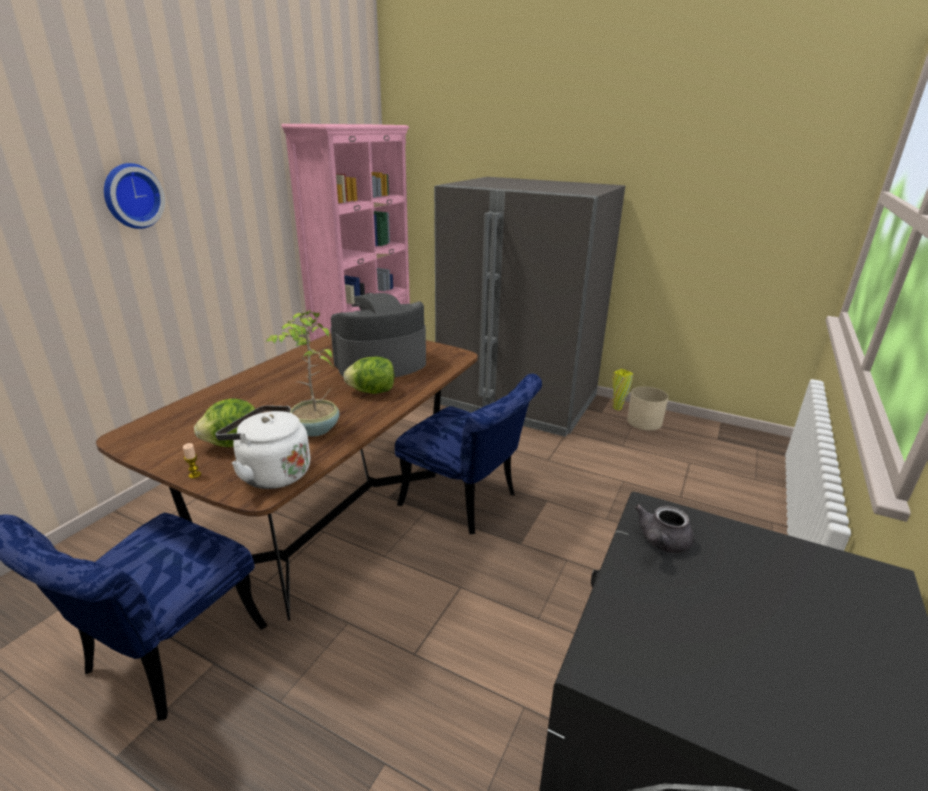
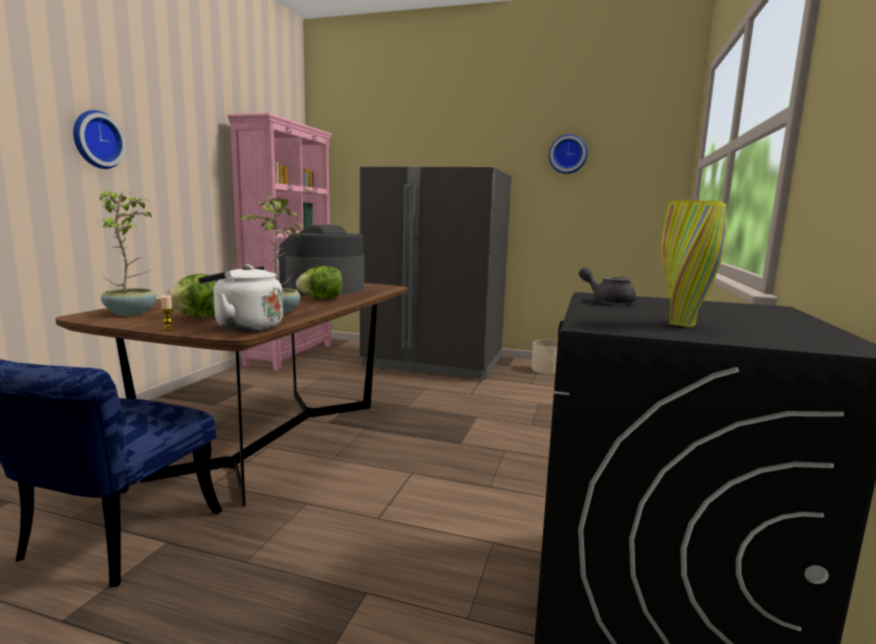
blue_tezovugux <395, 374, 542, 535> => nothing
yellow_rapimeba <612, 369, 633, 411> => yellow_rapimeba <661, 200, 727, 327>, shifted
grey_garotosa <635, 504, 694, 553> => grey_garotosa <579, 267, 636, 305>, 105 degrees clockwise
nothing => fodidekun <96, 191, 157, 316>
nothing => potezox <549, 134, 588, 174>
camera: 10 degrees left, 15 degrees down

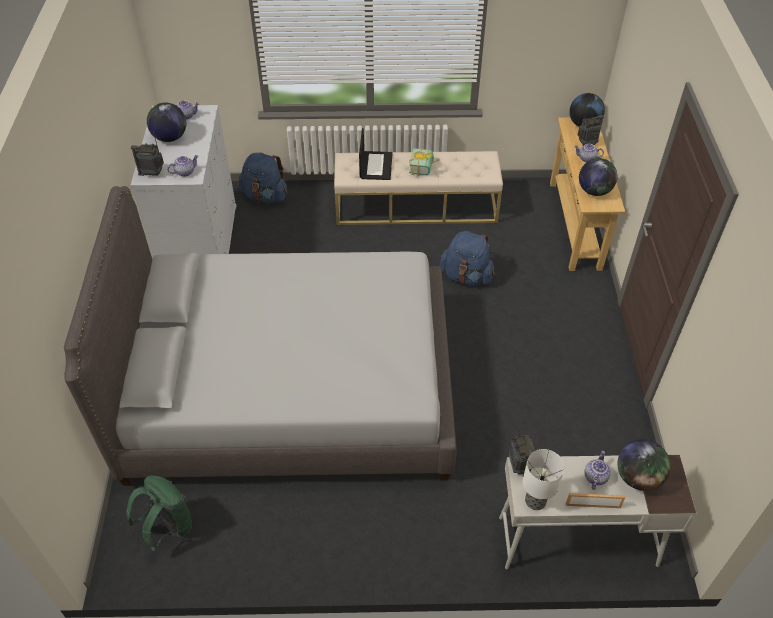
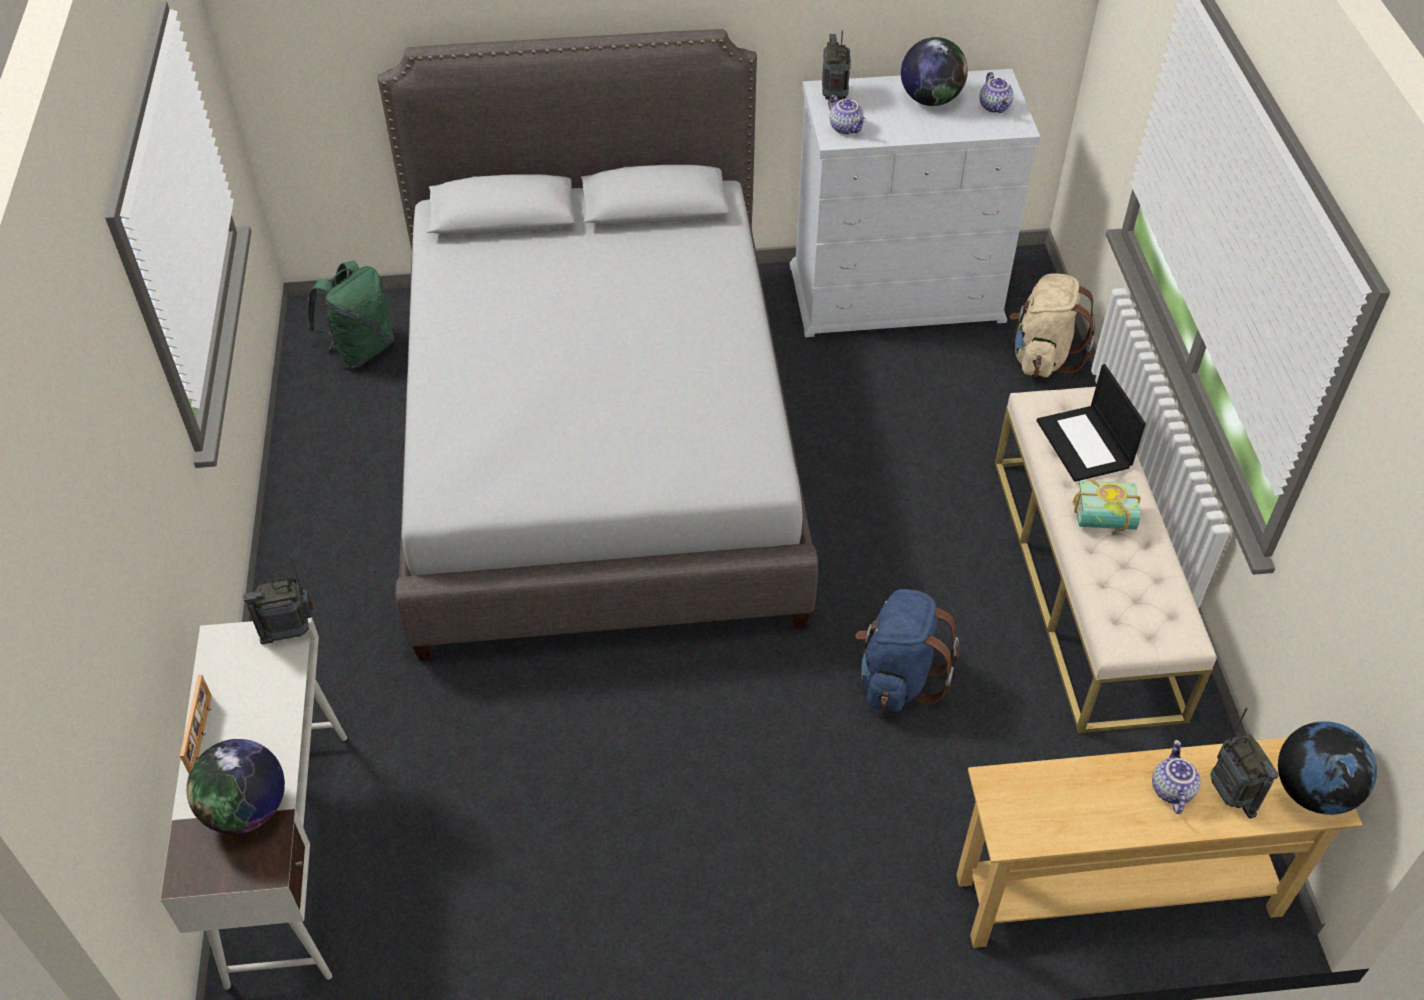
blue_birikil <239, 153, 288, 203> => beige_birikil <1010, 273, 1095, 377>
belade <359, 128, 393, 180> => belade <1037, 364, 1146, 482>, 75 degrees clockwise
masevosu <523, 449, 564, 510> => nothing
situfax <579, 158, 617, 196> => nothing
garotosa <584, 451, 611, 490> => nothing
camera: 85 degrees right, 0 degrees up

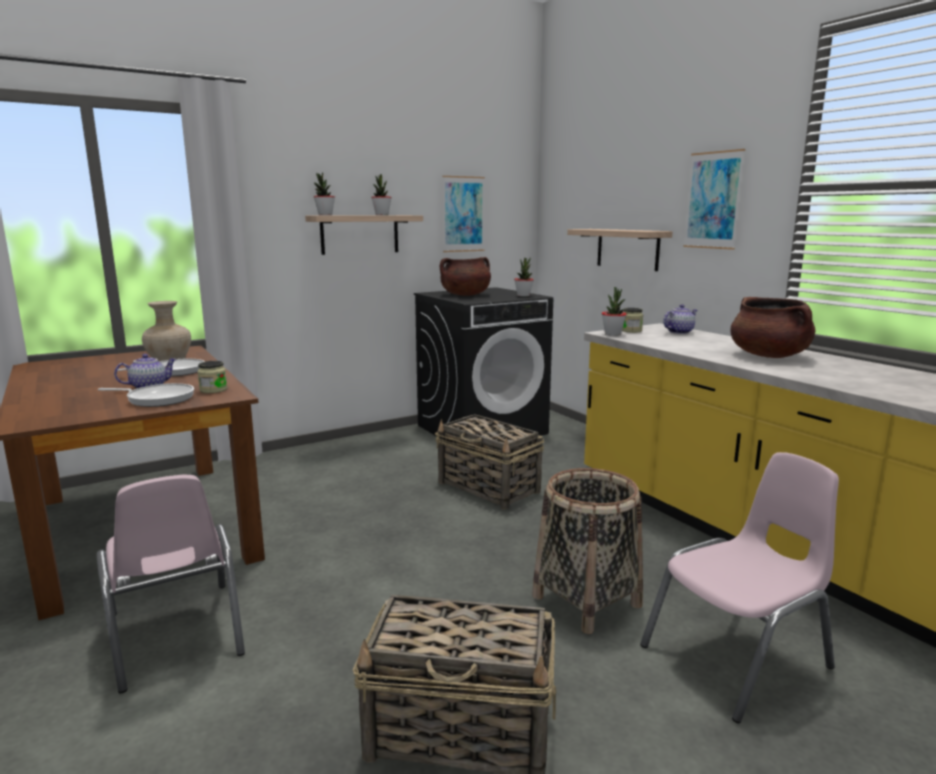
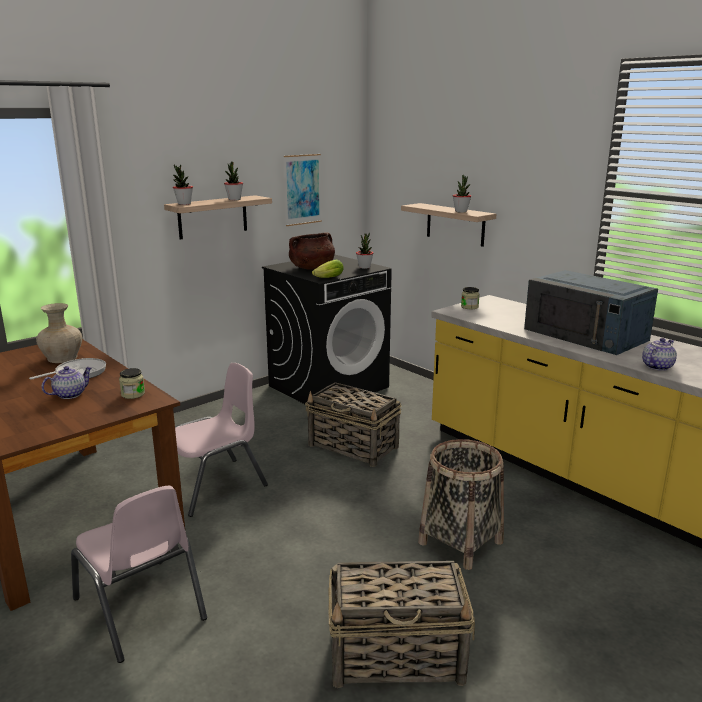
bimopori <98, 383, 194, 407> => nothing
fodidekun <602, 287, 627, 336> => fodidekun <452, 175, 471, 213>, shifted
pink_tezovugux <640, 452, 839, 723> => pink_tezovugux <175, 363, 268, 517>, shifted
garotosa <663, 304, 698, 334> => garotosa <642, 338, 677, 371>, shifted
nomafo <683, 149, 745, 250> => nothing
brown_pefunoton <730, 297, 816, 358> => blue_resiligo <524, 270, 658, 355>
nothing => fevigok <312, 260, 344, 278>
camera: 10 degrees left, 5 degrees up

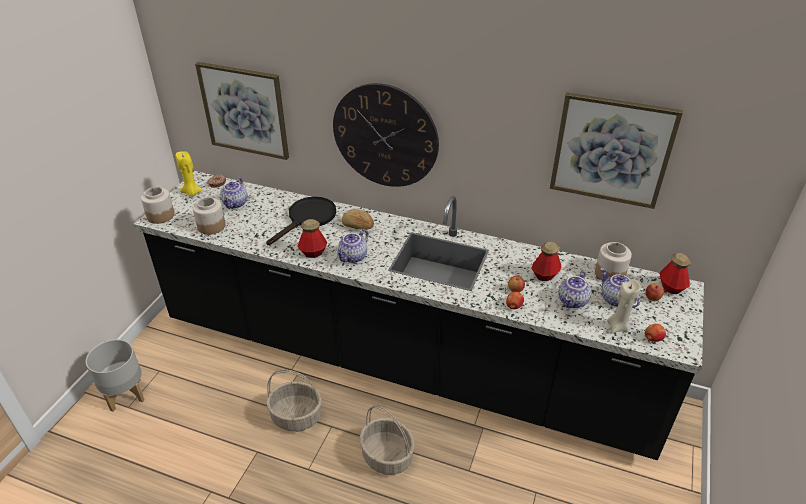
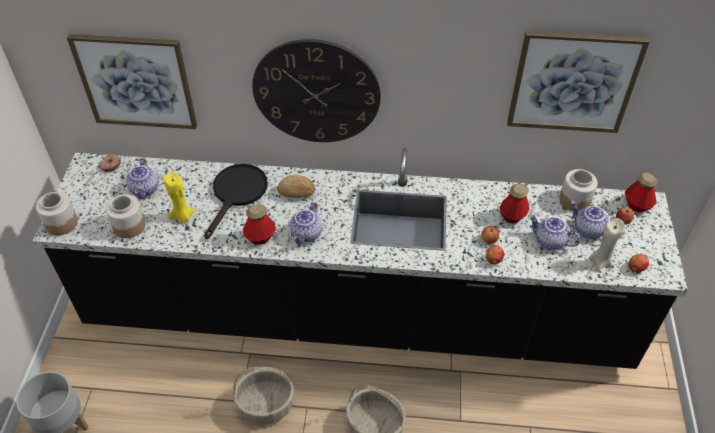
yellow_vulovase <176, 151, 203, 197> => yellow_vulovase <164, 173, 195, 223>, shifted
garotosa <558, 271, 591, 308> => garotosa <529, 215, 580, 250>, 105 degrees clockwise
camera: 15 degrees left, 10 degrees up

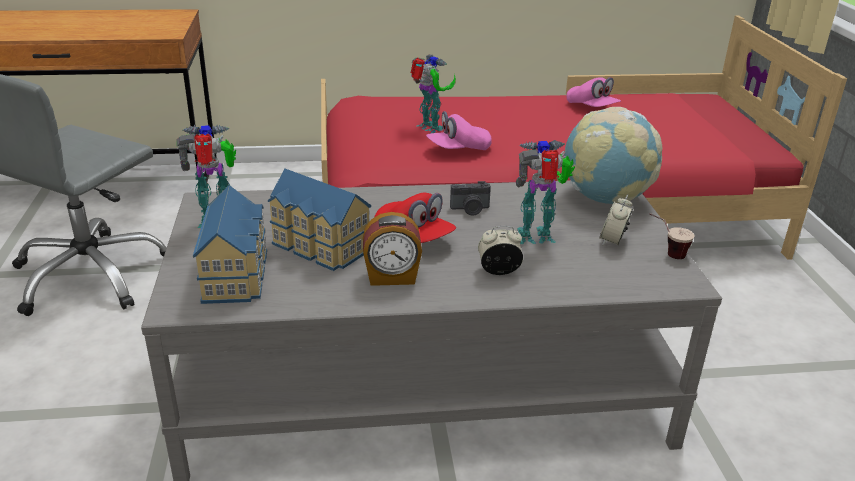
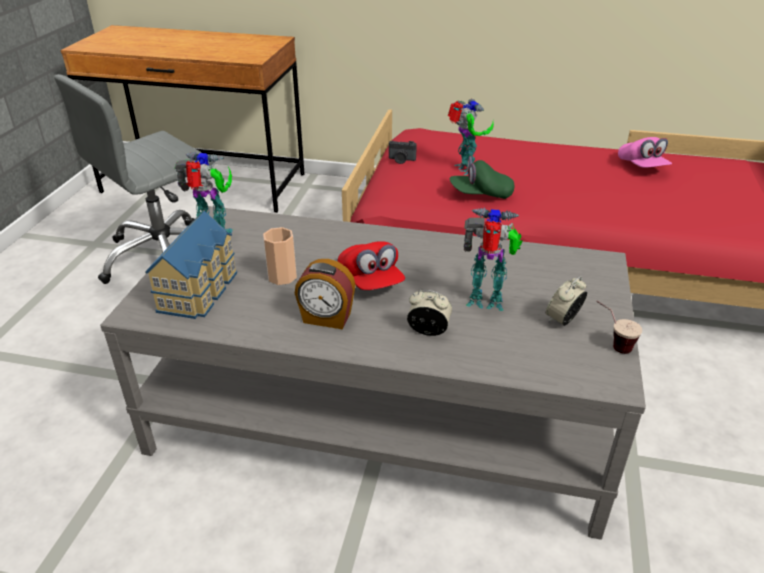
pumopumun <268, 168, 371, 271> => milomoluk <263, 227, 297, 285>
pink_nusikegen <426, 111, 492, 150> => green_nusikegen <449, 156, 514, 199>
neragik <450, 181, 491, 215> => neragik <389, 141, 417, 164>, shifted
situfax <564, 107, 662, 204> => nothing
camera: 20 degrees right, 5 degrees up

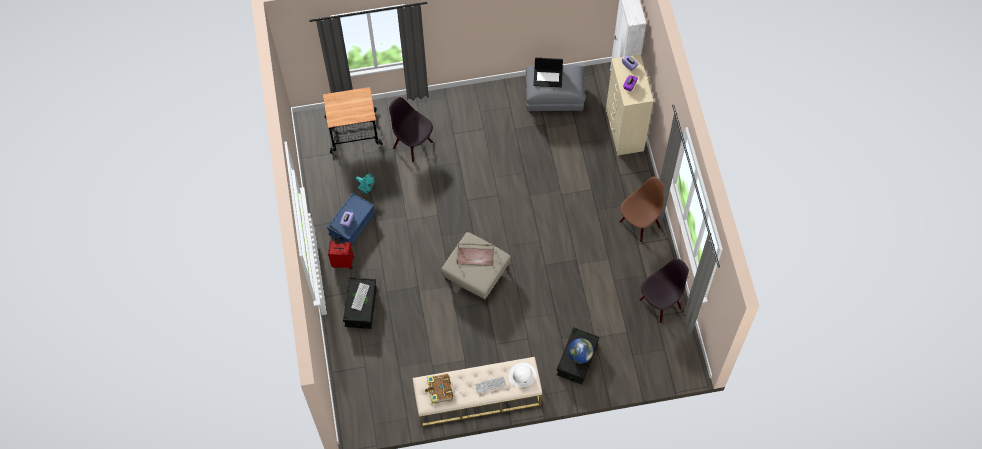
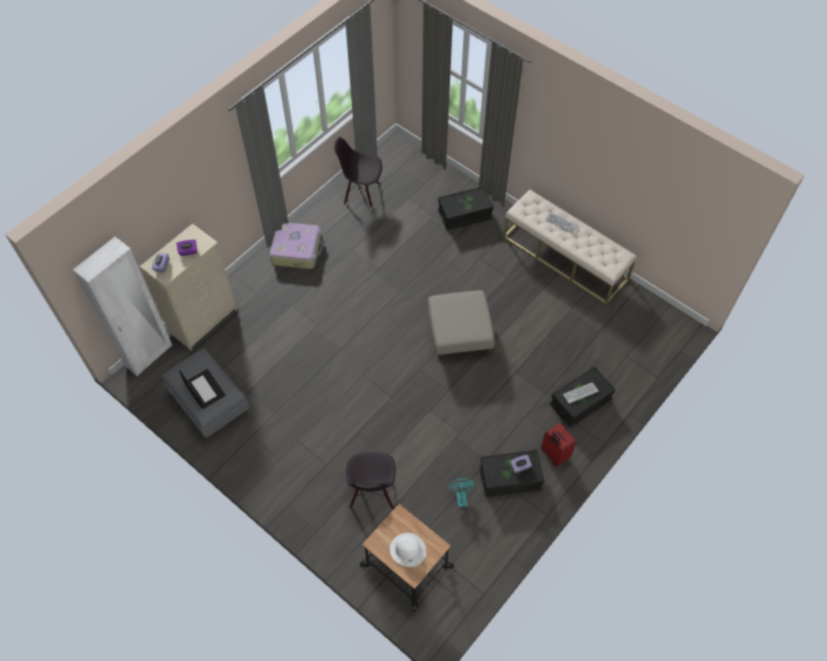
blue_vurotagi <327, 193, 375, 246> => black_vurotagi <480, 449, 545, 497>
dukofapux <424, 374, 453, 405> => nothing
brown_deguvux <457, 243, 494, 266> => nothing
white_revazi <509, 363, 536, 388> => white_revazi <390, 533, 426, 567>, shifted
situfax <568, 338, 594, 363> => nothing
brown_tezovugux <619, 177, 665, 242> => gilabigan <270, 223, 324, 269>
camera: 130 degrees left, 5 degrees down

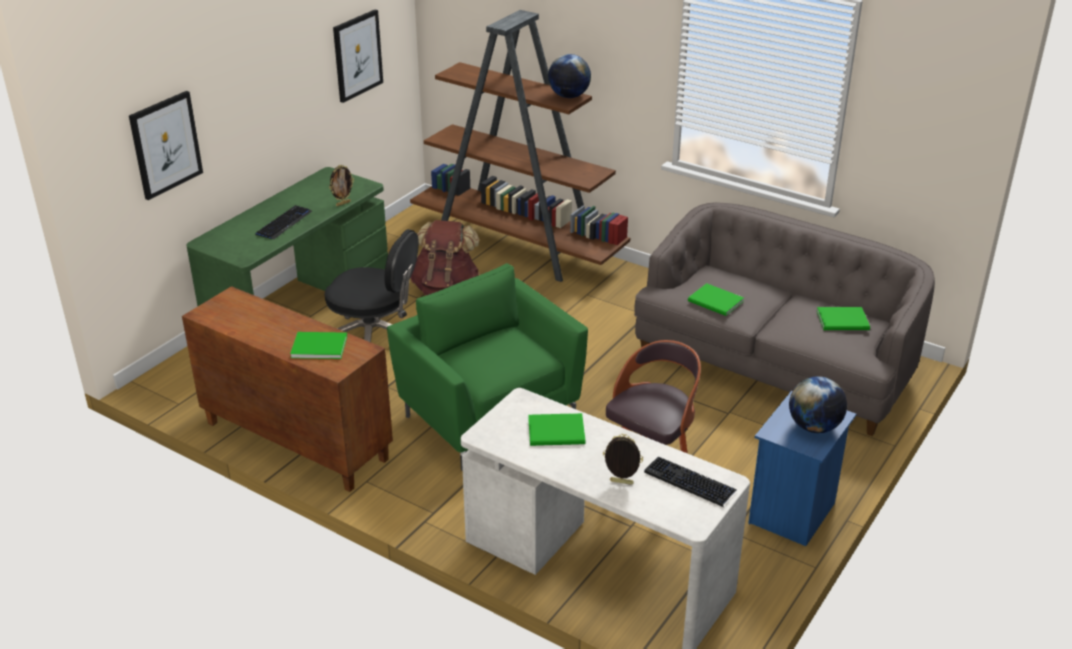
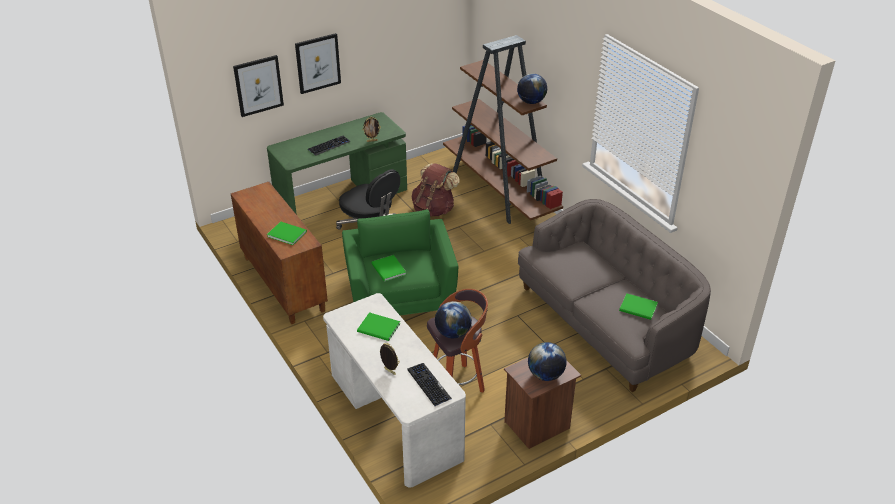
nomafo <333, 9, 383, 103> => nomafo <295, 33, 341, 94>, shifted
green_dukofapux <688, 283, 744, 316> => green_dukofapux <371, 255, 406, 282>, shifted
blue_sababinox <748, 391, 856, 546> => brown_sababinox <504, 358, 581, 449>
nothing => situfax <435, 301, 472, 338>
camera: 25 degrees right, 5 degrees up

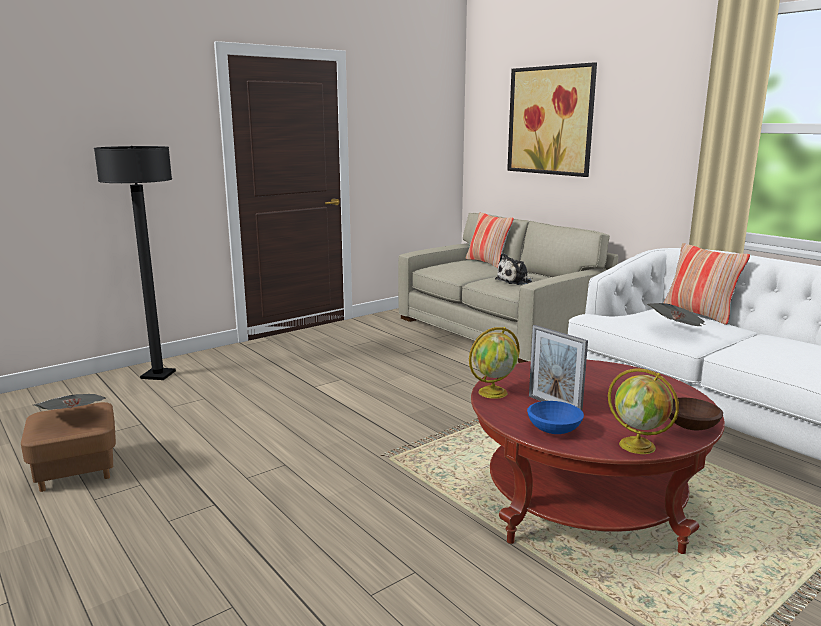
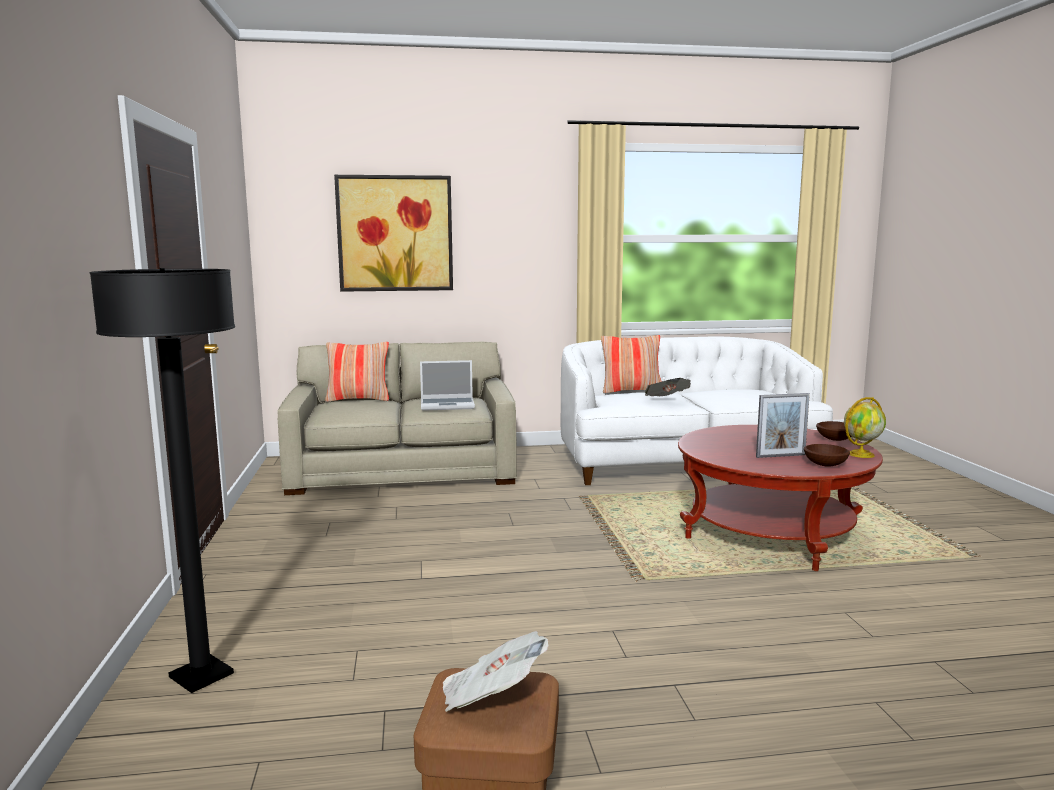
situfax <469, 327, 520, 399> => nothing
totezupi <495, 253, 533, 285> => belade <420, 360, 475, 411>
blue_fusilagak <527, 401, 584, 434> => brown_fusilagak <804, 444, 850, 467>
camera: 60 degrees left, 5 degrees down

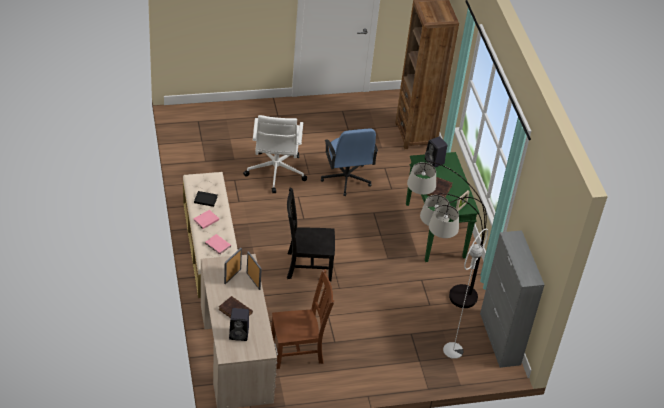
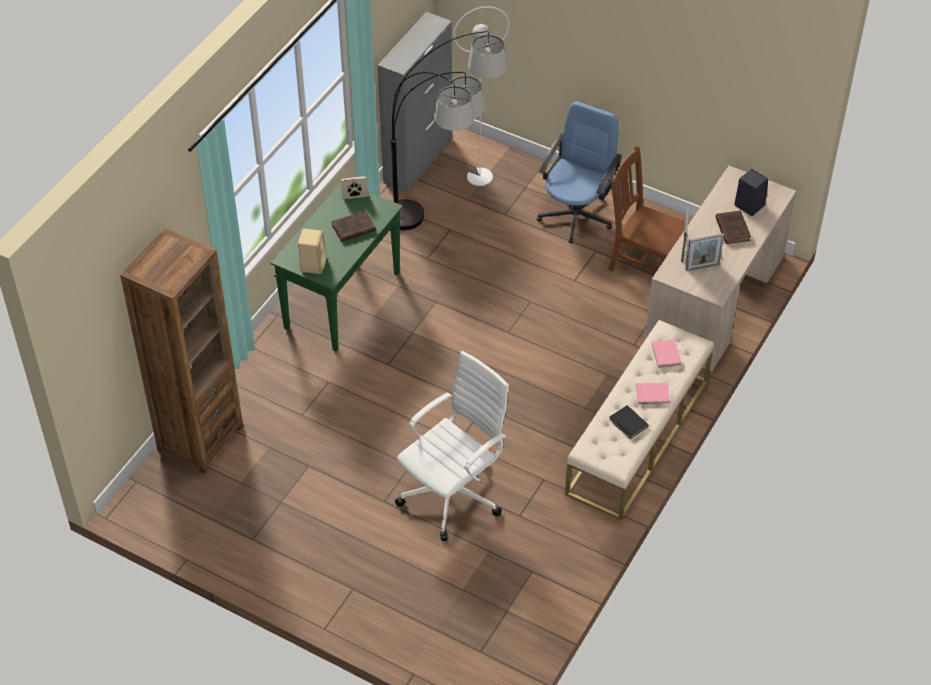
black_tezovugux <287, 188, 335, 281> => nothing
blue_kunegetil <321, 128, 378, 196> => blue_kunegetil <537, 102, 622, 244>, shifted
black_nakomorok <425, 136, 448, 167> => beige_nakomorok <298, 229, 327, 274>
camera: 135 degrees left, 5 degrees up

